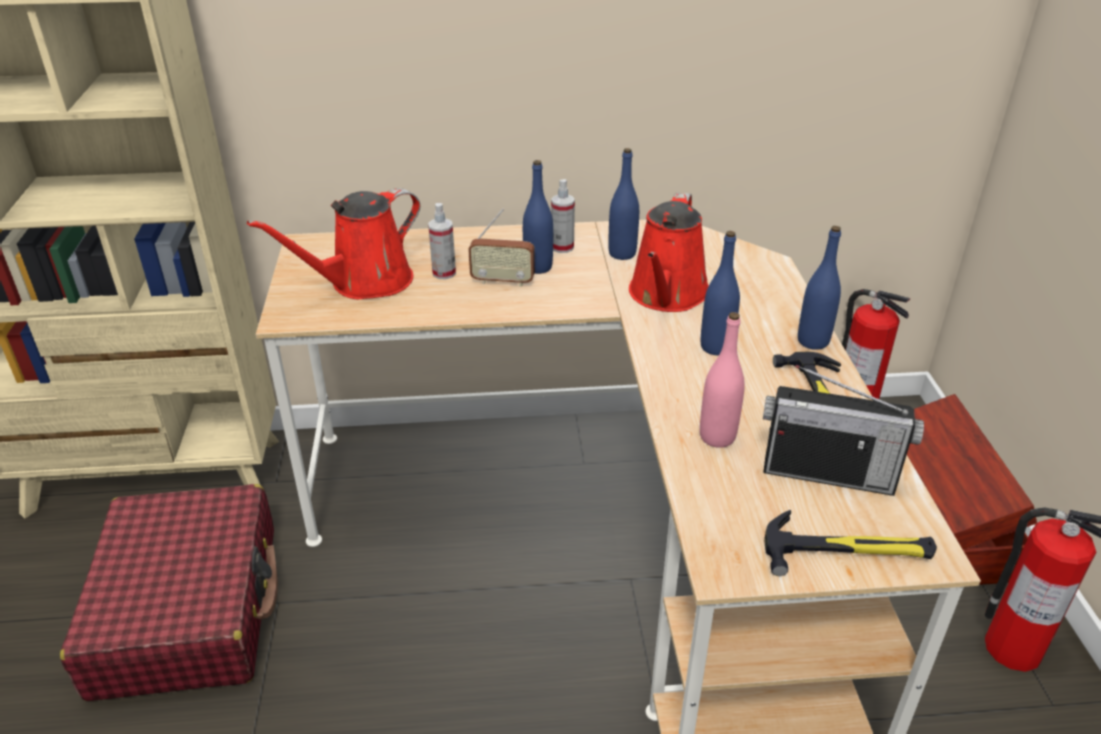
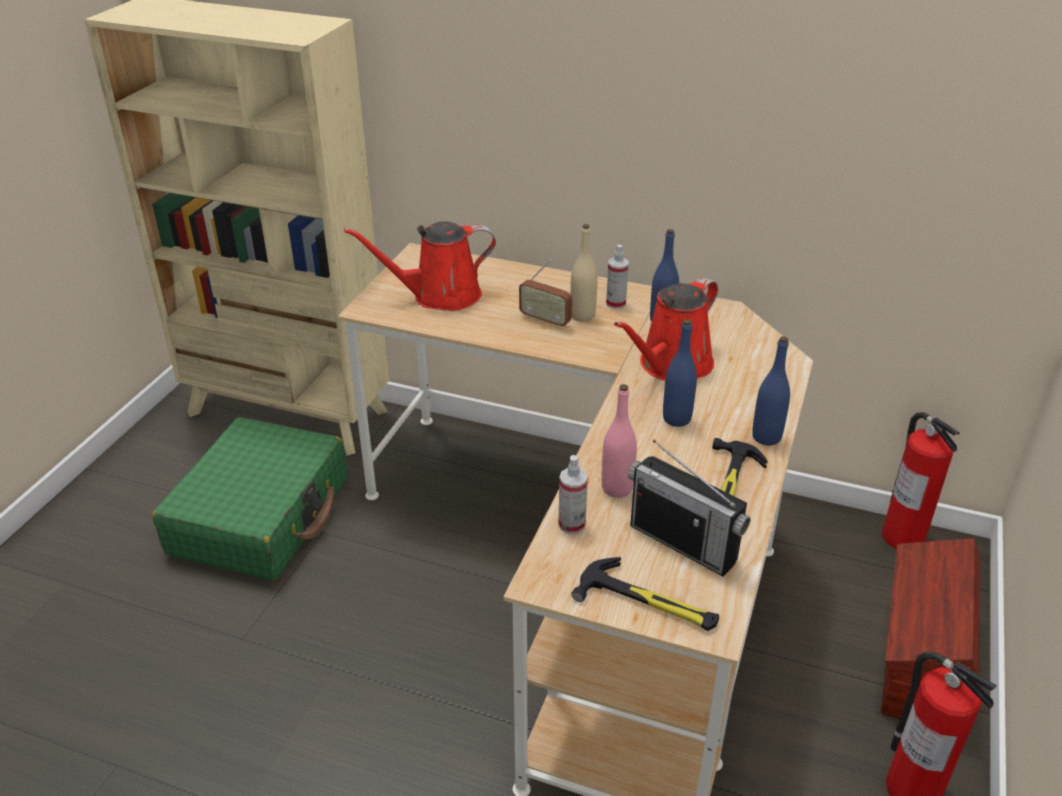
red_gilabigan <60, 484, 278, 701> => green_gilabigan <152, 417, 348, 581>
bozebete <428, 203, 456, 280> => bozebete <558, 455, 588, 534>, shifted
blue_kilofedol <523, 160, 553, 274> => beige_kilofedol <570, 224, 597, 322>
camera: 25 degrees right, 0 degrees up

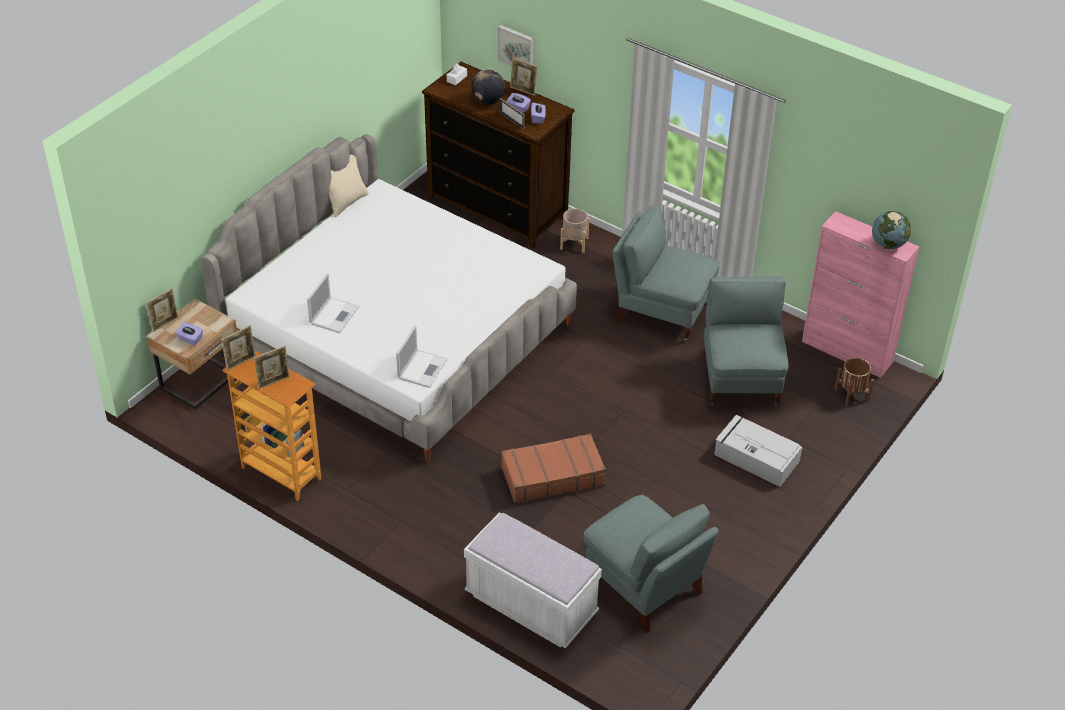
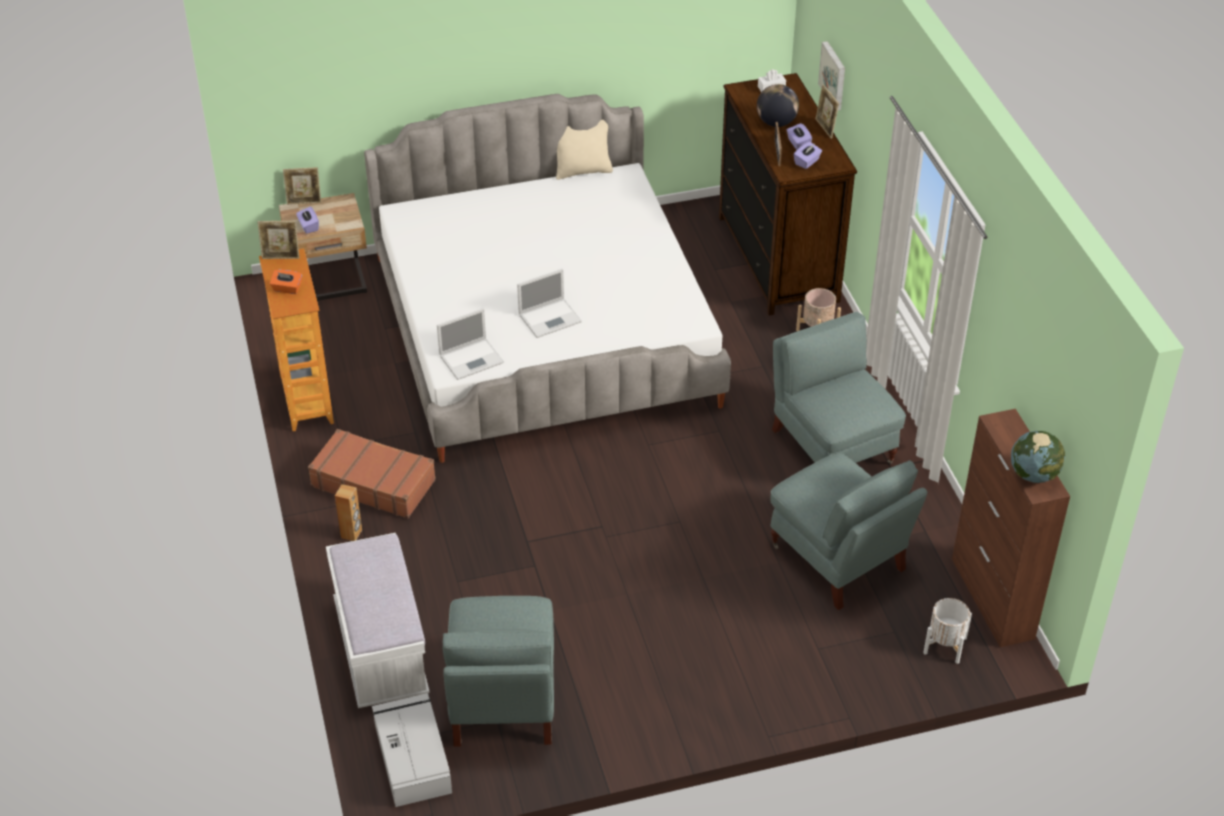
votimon <254, 346, 290, 389> => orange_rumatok <270, 269, 302, 294>
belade <307, 273, 359, 333> => belade <517, 269, 582, 338>, shifted
brown_gilabigan <502, 434, 606, 503> => brown_gilabigan <308, 429, 436, 519>, shifted
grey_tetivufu <703, 277, 789, 406> => grey_tetivufu <770, 453, 927, 610>, 105 degrees clockwise
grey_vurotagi <714, 415, 802, 487> => grey_vurotagi <372, 693, 452, 807>, shifted
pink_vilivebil <802, 211, 919, 378> => brown_vilivebil <952, 409, 1070, 647>
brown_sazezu <834, 358, 874, 406> => white_sazezu <923, 598, 972, 664>
nothing => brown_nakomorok <335, 484, 362, 541>
camera: 40 degrees right, 0 degrees up

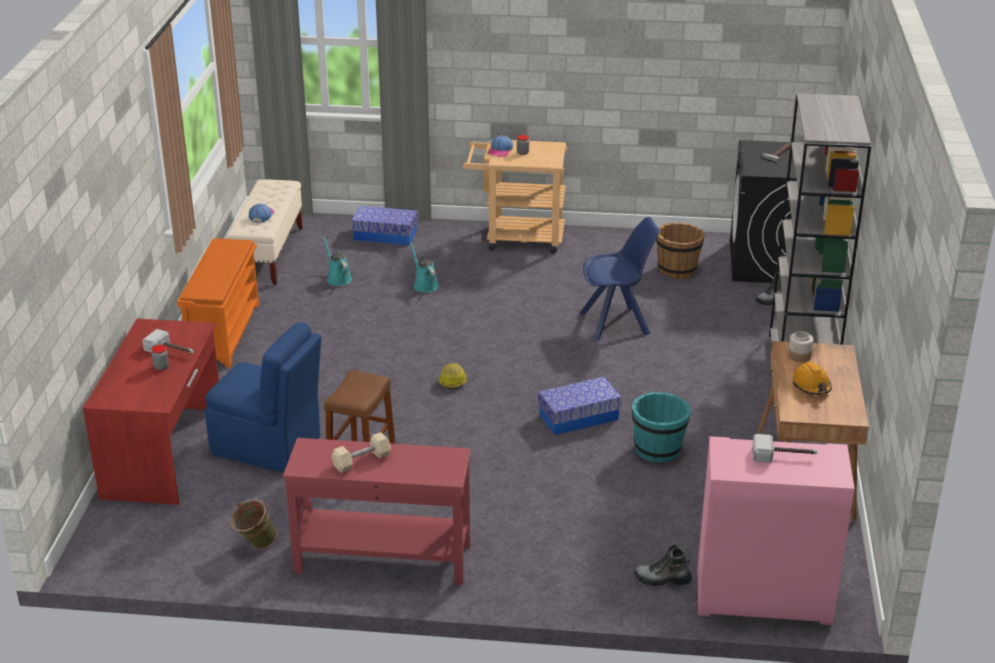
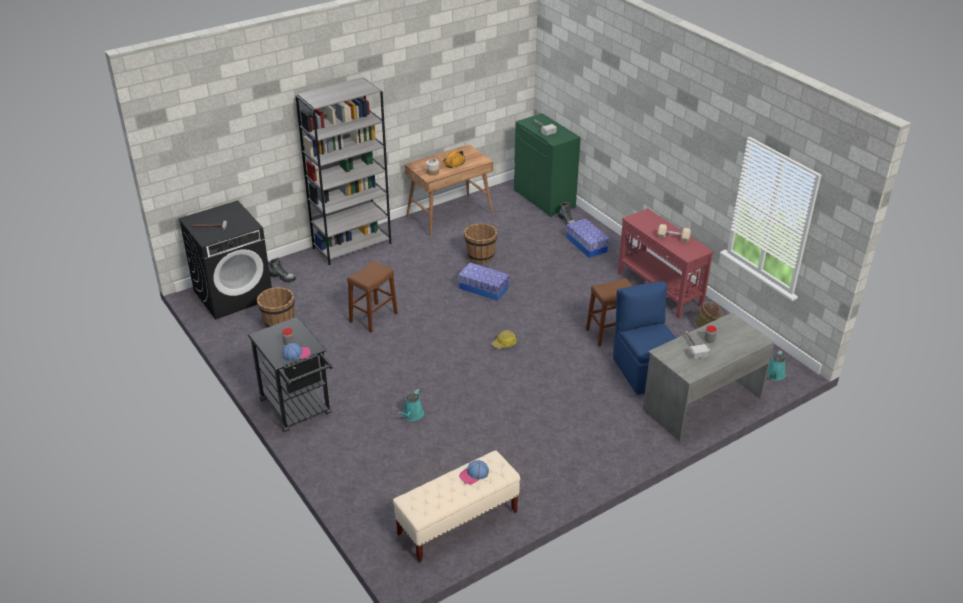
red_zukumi <83, 319, 219, 505> => grey_zukumi <643, 312, 774, 442>
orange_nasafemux <177, 238, 259, 368> => nothing
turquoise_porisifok <323, 237, 352, 286> => turquoise_porisifok <767, 351, 786, 381>, shifted
vurotagi <351, 206, 418, 245> => vurotagi <566, 218, 610, 258>, shifted
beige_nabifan <463, 140, 567, 254> => black_nabifan <248, 317, 333, 432>
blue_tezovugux <579, 217, 661, 341> => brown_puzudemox <347, 261, 398, 333>
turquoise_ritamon <632, 392, 691, 463> => brown_ritamon <464, 223, 498, 264>
pink_vilivebil <697, 436, 855, 625> => green_vilivebil <514, 113, 581, 217>
camera: 130 degrees left, 5 degrees up

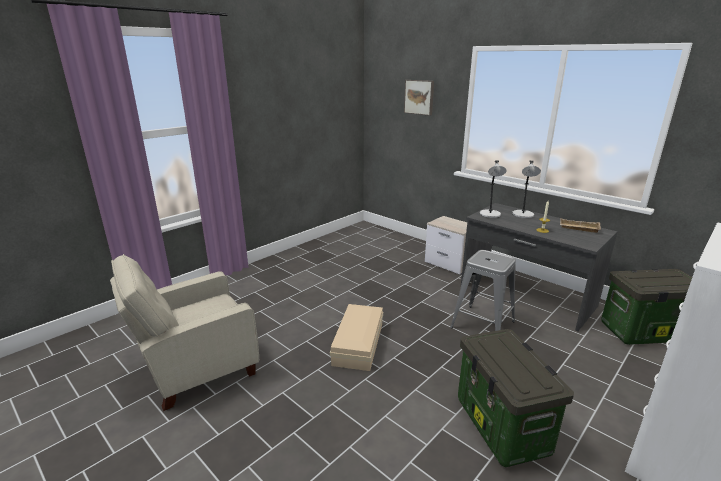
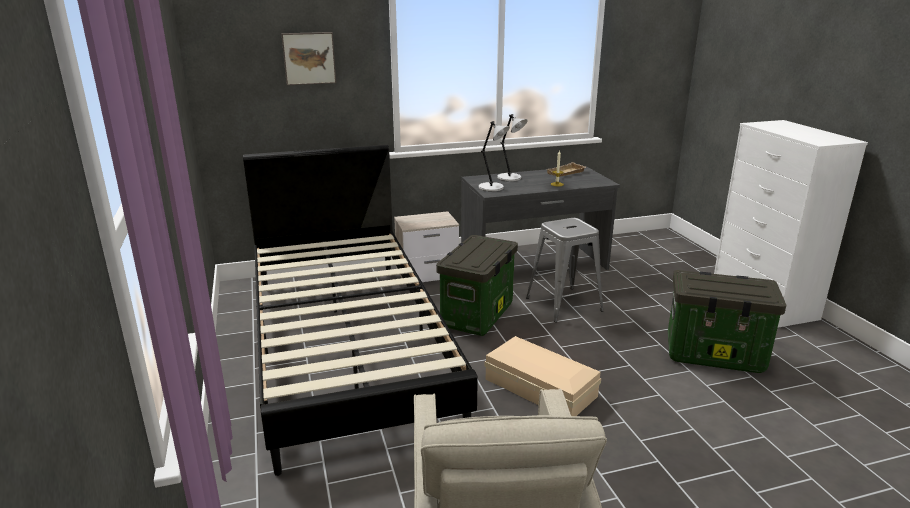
vurotagi <601, 269, 692, 345> => vurotagi <436, 235, 518, 336>, shifted
nothing => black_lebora <243, 144, 478, 476>
camera: 60 degrees left, 0 degrees up

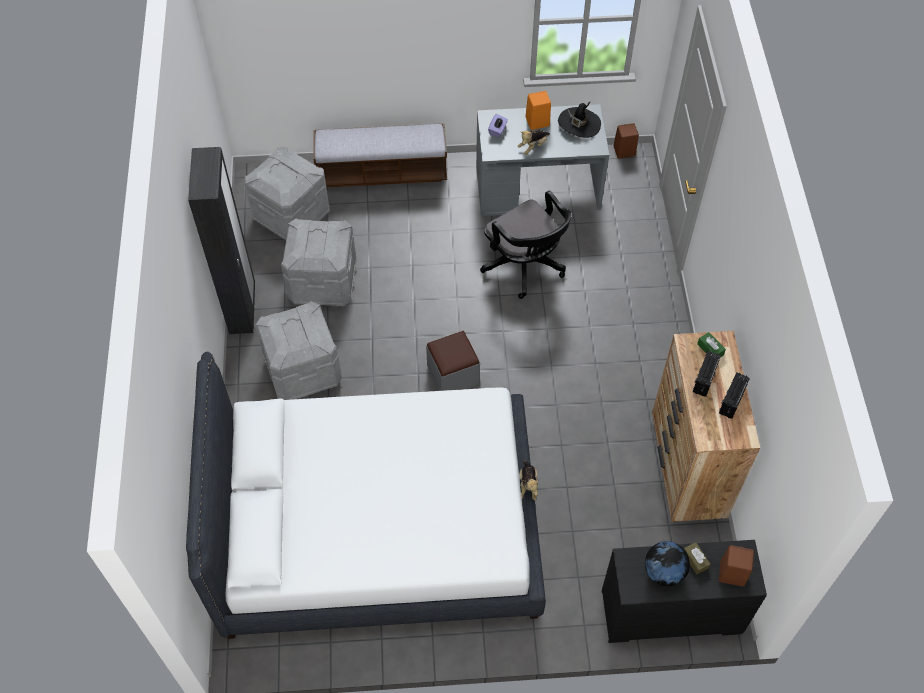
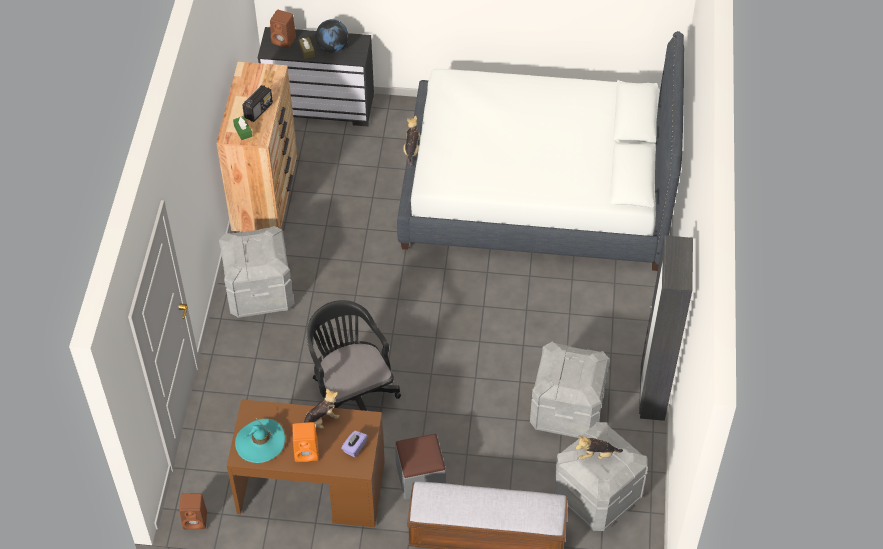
grey_vurotagi <255, 301, 342, 400> => grey_vurotagi <219, 226, 294, 318>, shifted
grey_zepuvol <426, 331, 480, 391> => grey_zepuvol <395, 434, 446, 499>, shifted
grey_zukumi <476, 104, 609, 216> => brown_zukumi <227, 399, 385, 527>
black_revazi <558, 101, 601, 138> => turquoise_revazi <235, 418, 285, 463>
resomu <719, 372, 750, 419> => nothing
nothing => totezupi <576, 436, 623, 460>
camera: 170 degrees left, 5 degrees down

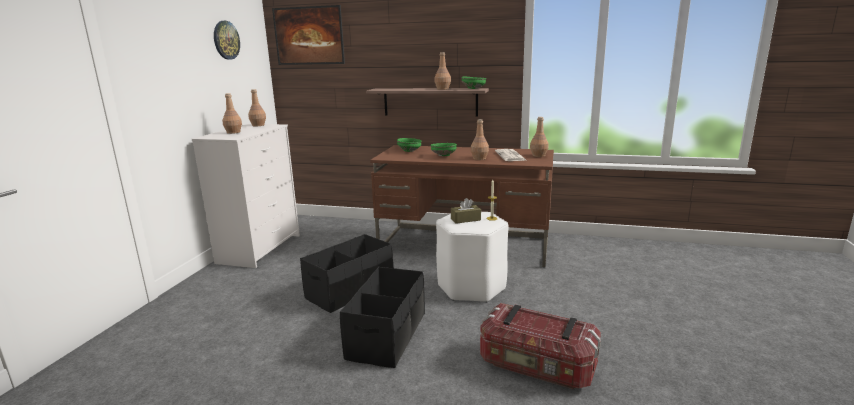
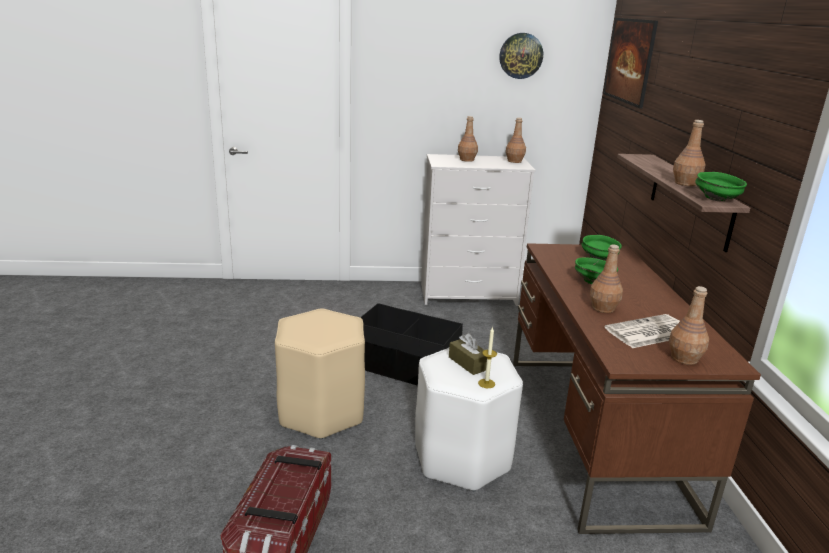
black_vurotagi <340, 267, 425, 368> => beige_puzudemox <275, 308, 365, 440>
camera: 70 degrees right, 5 degrees up

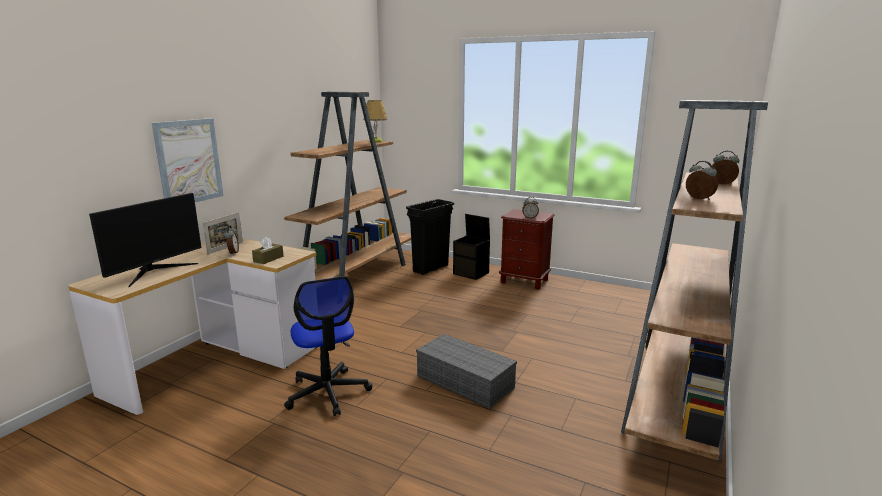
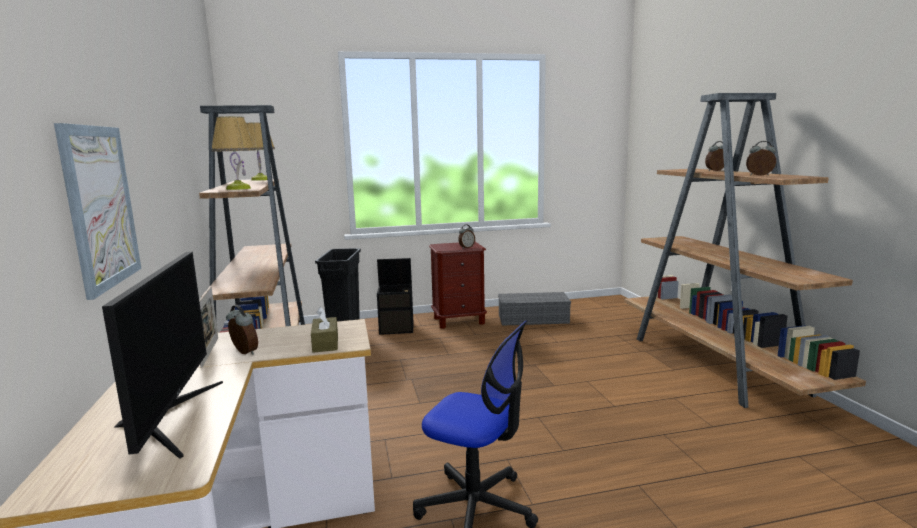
grey_vurotagi <416, 334, 517, 409> => grey_vurotagi <498, 292, 571, 326>, shifted
nothing => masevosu <211, 116, 256, 190>
camera: 40 degrees left, 5 degrees down

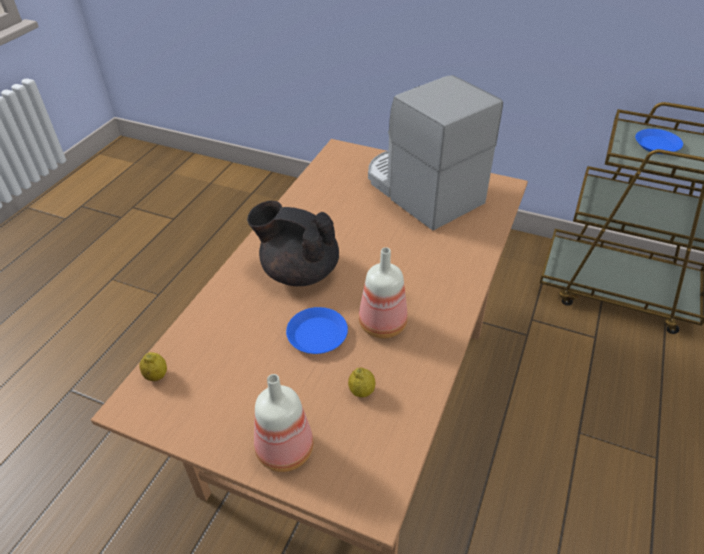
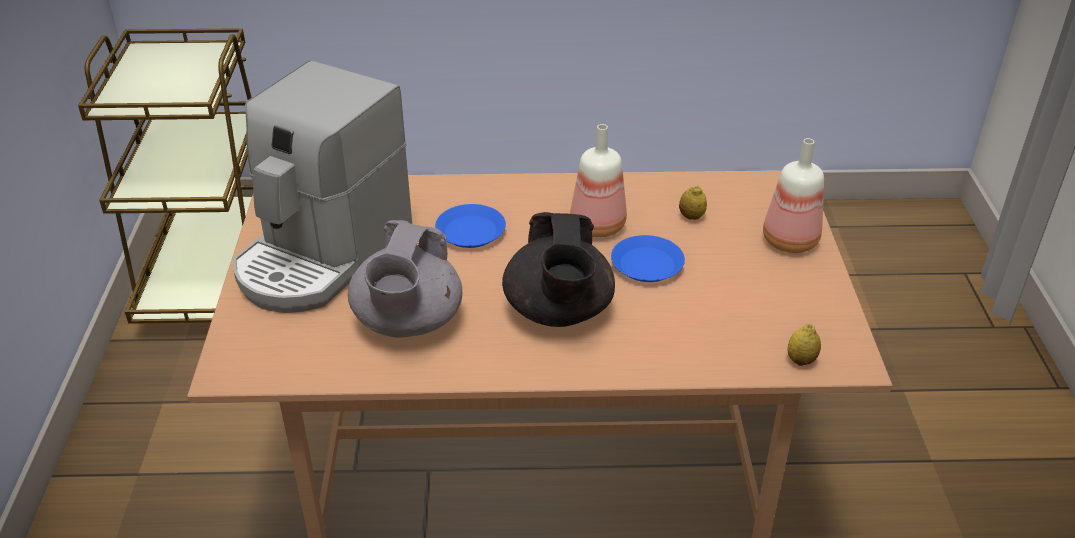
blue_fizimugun <635, 129, 683, 154> => blue_fizimugun <435, 204, 506, 248>, shifted
nothing => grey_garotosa <348, 220, 462, 337>
camera: 115 degrees left, 5 degrees down

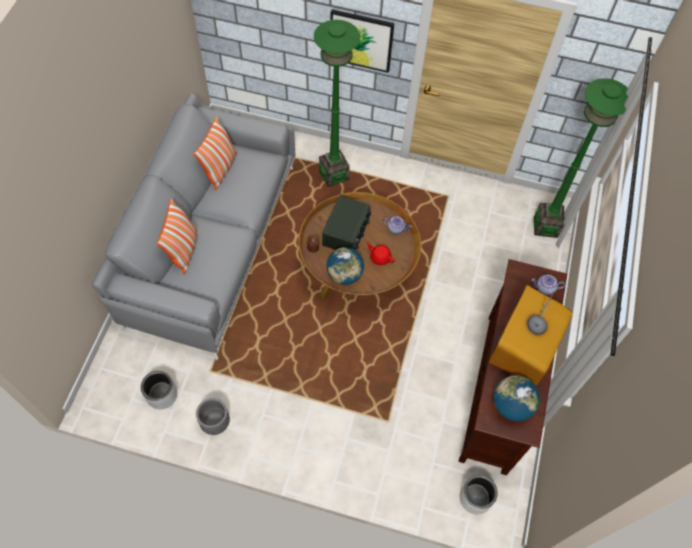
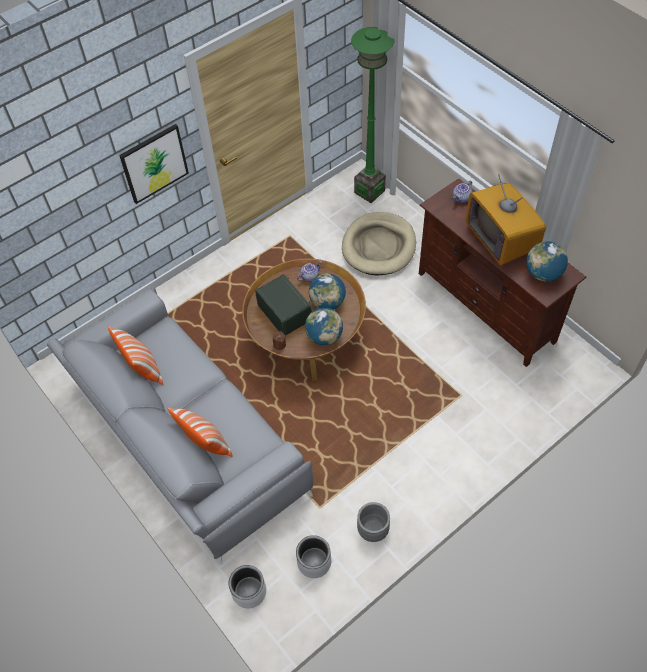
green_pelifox <314, 20, 360, 187> => nothing
red_garotosa <366, 242, 395, 265> => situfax <309, 273, 346, 309>
white_sazezu <460, 475, 498, 515> => white_sazezu <229, 565, 266, 609>, shifted
nothing => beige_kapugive <342, 212, 416, 276>
camera: 50 degrees left, 5 degrees down

